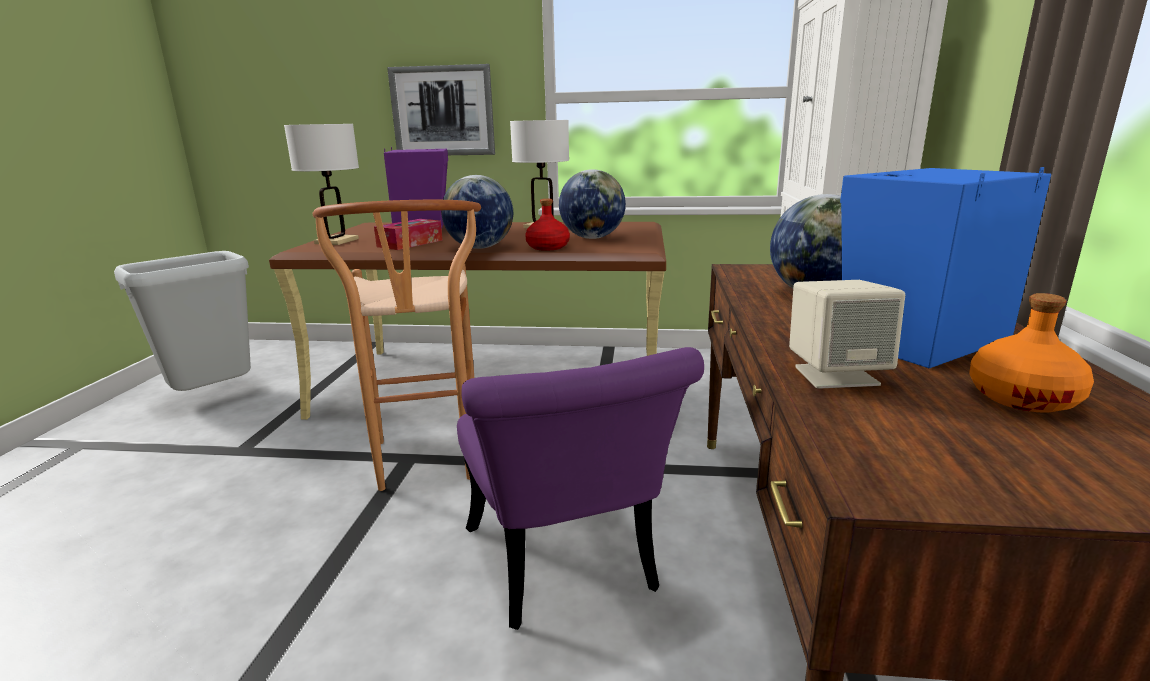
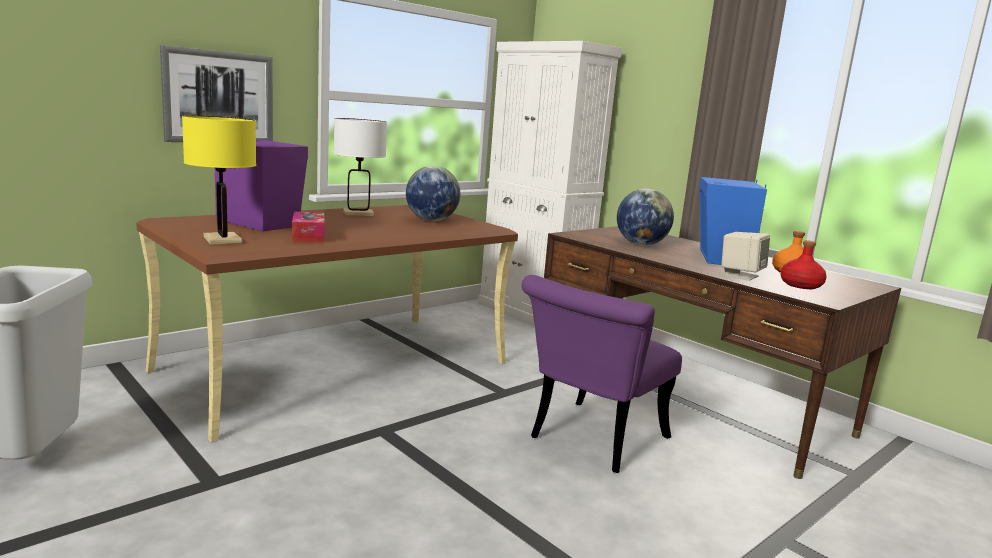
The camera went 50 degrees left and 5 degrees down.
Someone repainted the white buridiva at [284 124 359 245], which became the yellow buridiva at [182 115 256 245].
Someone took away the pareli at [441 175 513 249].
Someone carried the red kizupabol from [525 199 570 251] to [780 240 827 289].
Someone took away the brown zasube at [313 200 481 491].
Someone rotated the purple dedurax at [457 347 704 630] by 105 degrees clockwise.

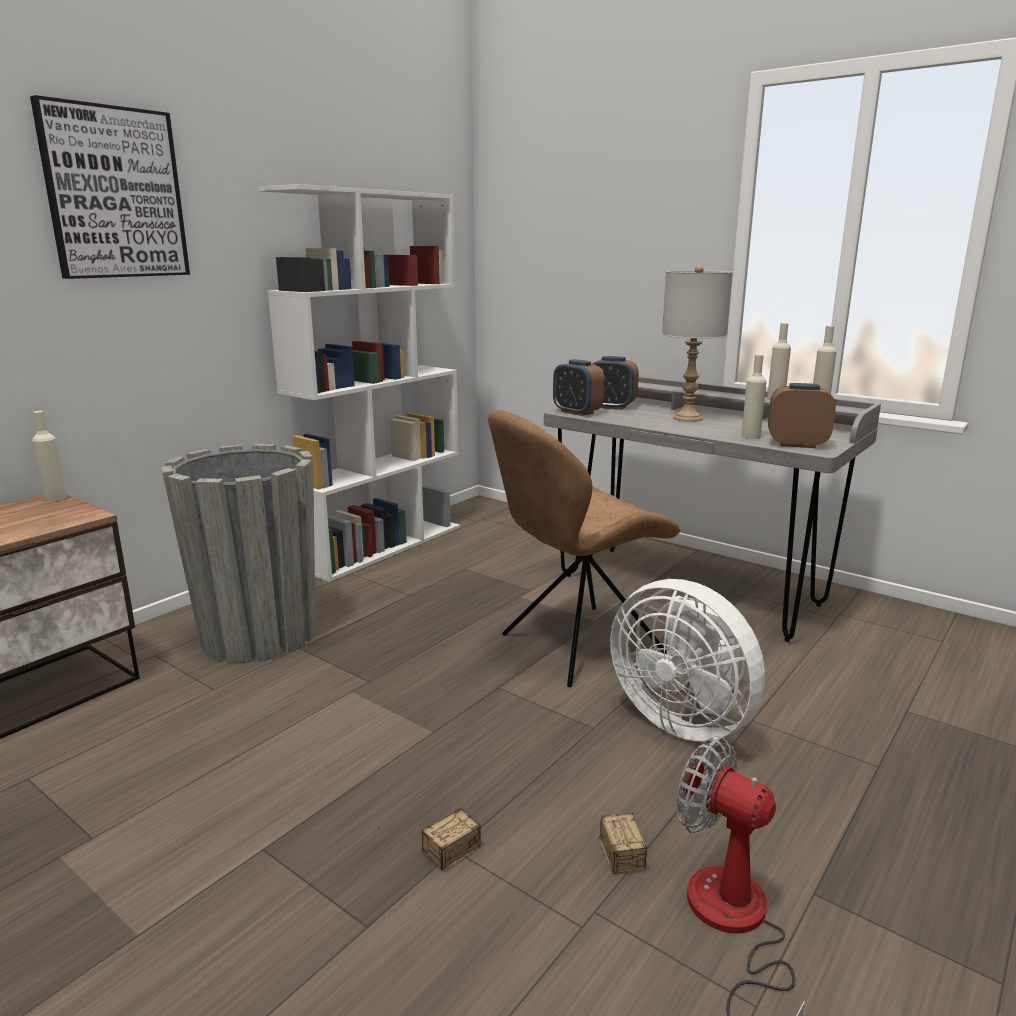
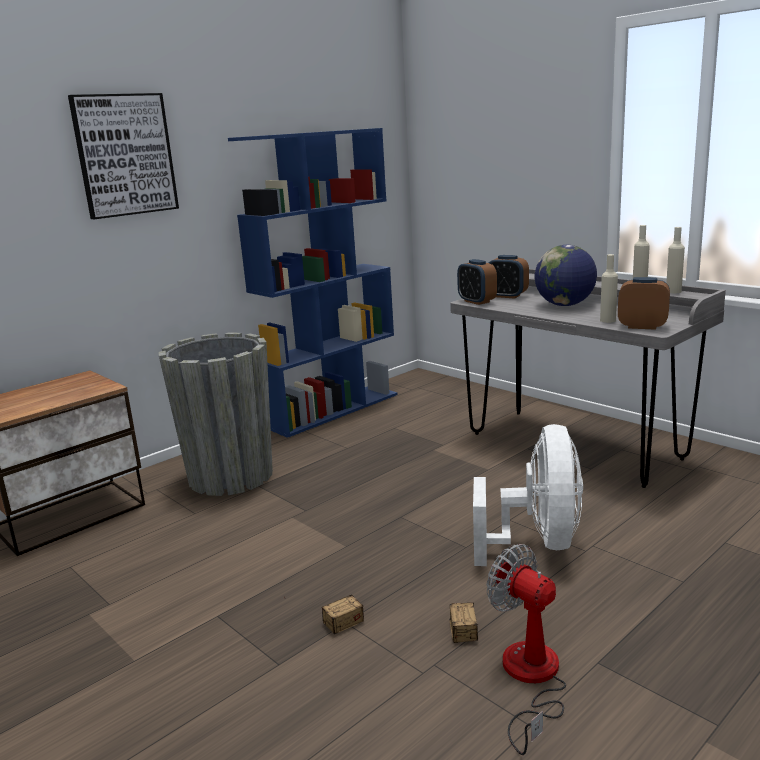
The camera went 10 degrees right and 0 degrees up.
Someone repainted the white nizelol at [258 184 460 582], which became the blue nizelol at [228 128 397 438].
Someone swapped the grey buridiva at [662 265 733 422] for the pareli at [535 245 597 306].
Someone took away the brown dedurax at [488 410 680 687].
Someone took away the beige kizupabol at [32 411 67 502].
Someone rotated the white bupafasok at [610 579 765 741] by 135 degrees counterclockwise.

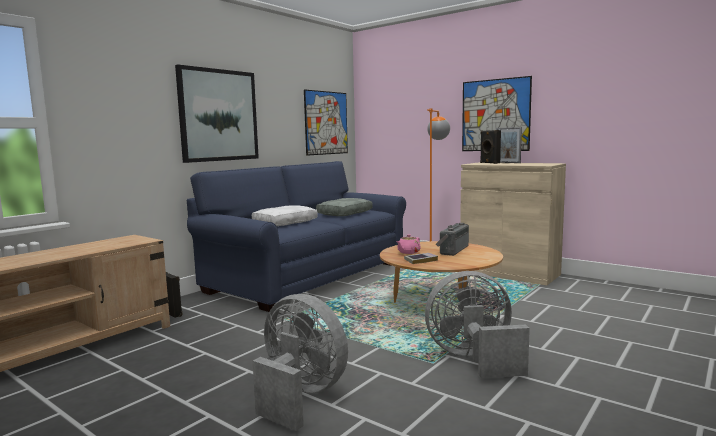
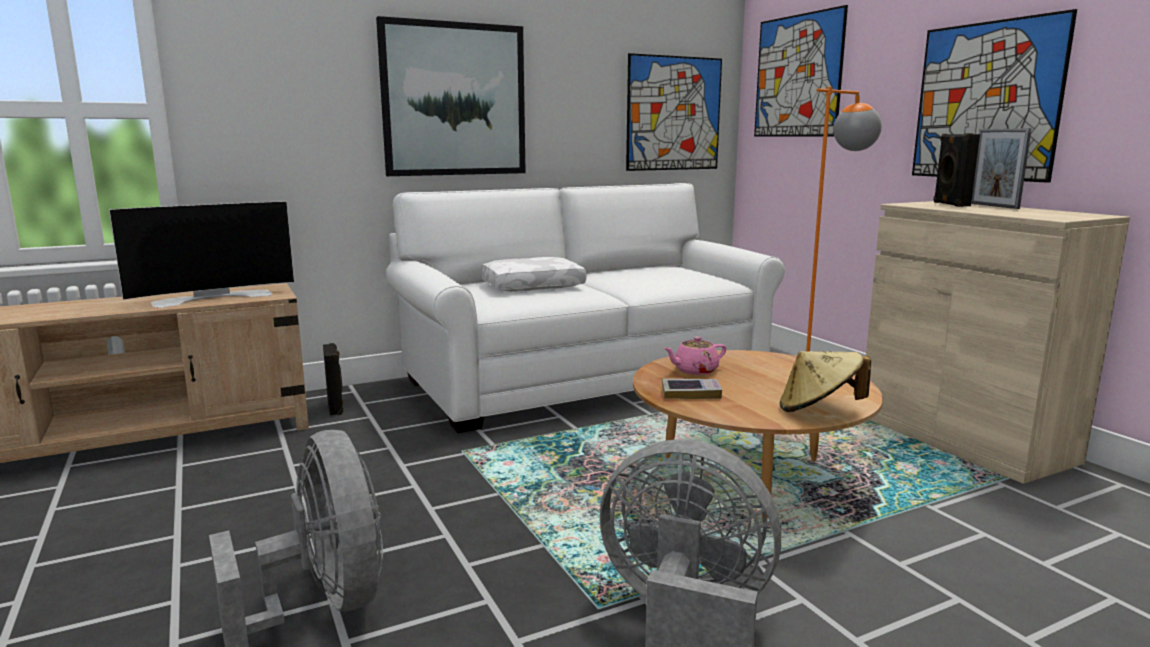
The camera went 25 degrees right and 5 degrees up.
Someone repainted the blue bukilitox at [187 161 406 312], which became the white bukilitox at [386 183 785 433].
Someone took away the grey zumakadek at [316 198 373 216].
Someone took away the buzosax at [436 223 469 256].
Someone put up the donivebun at [754 5 848 136].
Someone put down the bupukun at [109 201 294 308].
Someone put down the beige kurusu at [780 351 871 412].

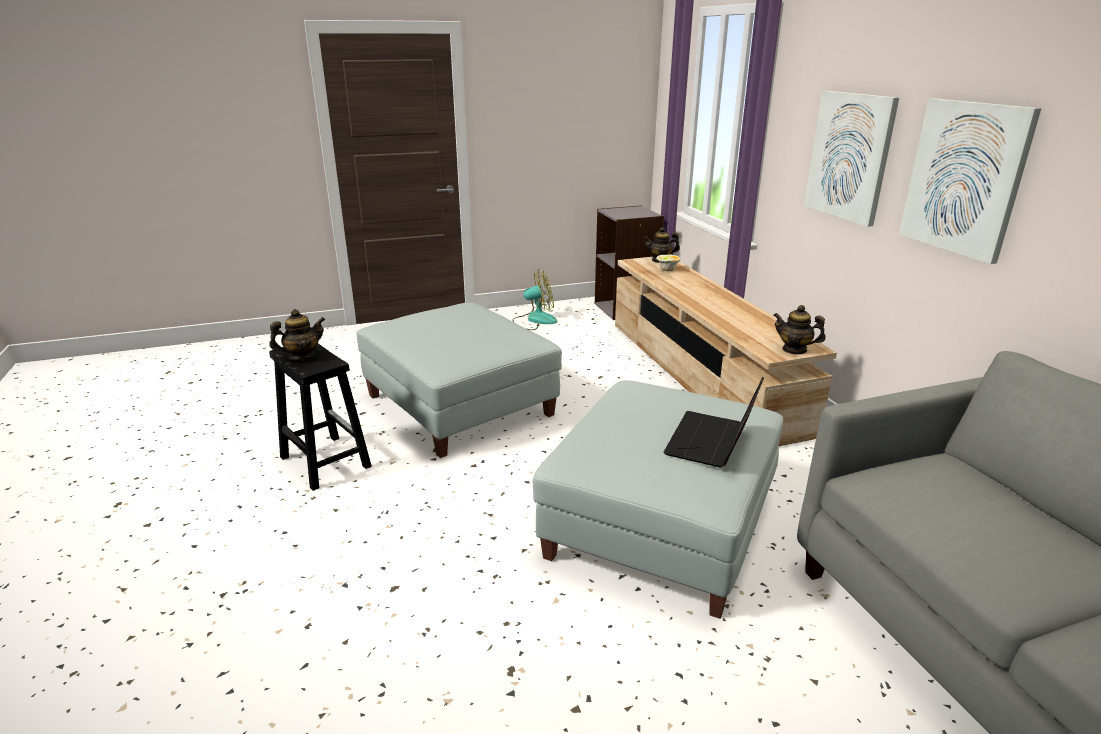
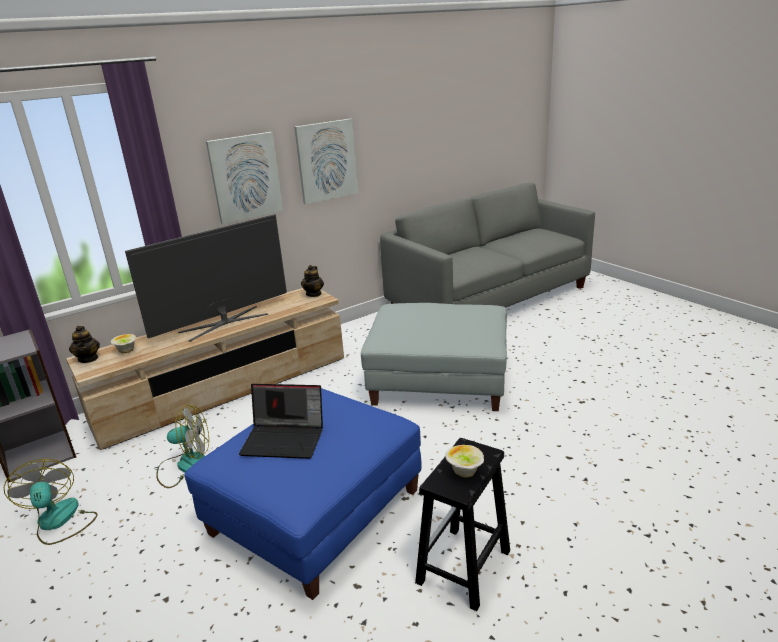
The camera went 105 degrees left and 0 degrees up.
Someone repainted the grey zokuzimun at [356 303 562 458], which became the blue zokuzimun at [184 388 422 600].
Someone swapped the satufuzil at [269 309 325 361] for the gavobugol at [445 445 484 478].
Someone carried the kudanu from [664 377 764 468] to [239 384 323 459].
Someone put down the bupukun at [125 214 287 342].
Someone put down the bupafasok at [156 405 209 488].

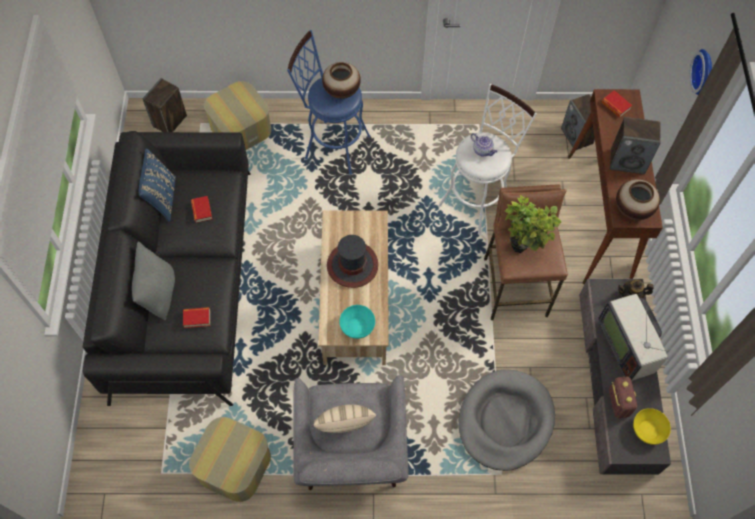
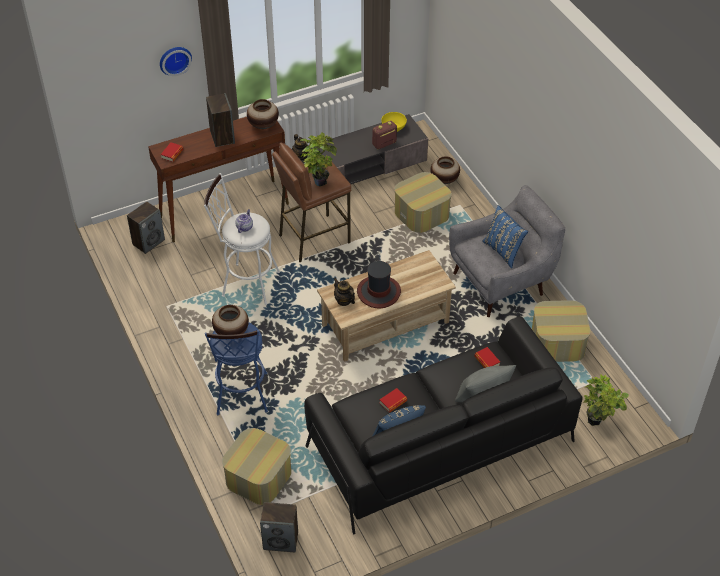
The camera went 115 degrees left and 15 degrees down.
Someone took away the bupukun at [599 294 668 381].
Someone took away the turquoise gavobugol at [339 305 375 339].
Someone swapped the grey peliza at [459 369 555 471] for the zokuzimun at [394 172 452 233].
Someone repainted the beige zumakadek at [314 404 376 433], which became the blue zumakadek at [482 205 528 268].
Someone put down the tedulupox at [430 156 460 184].
Someone put down the satufuzil at [334 278 355 306].
Someone put down the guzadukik at [584 374 629 426].

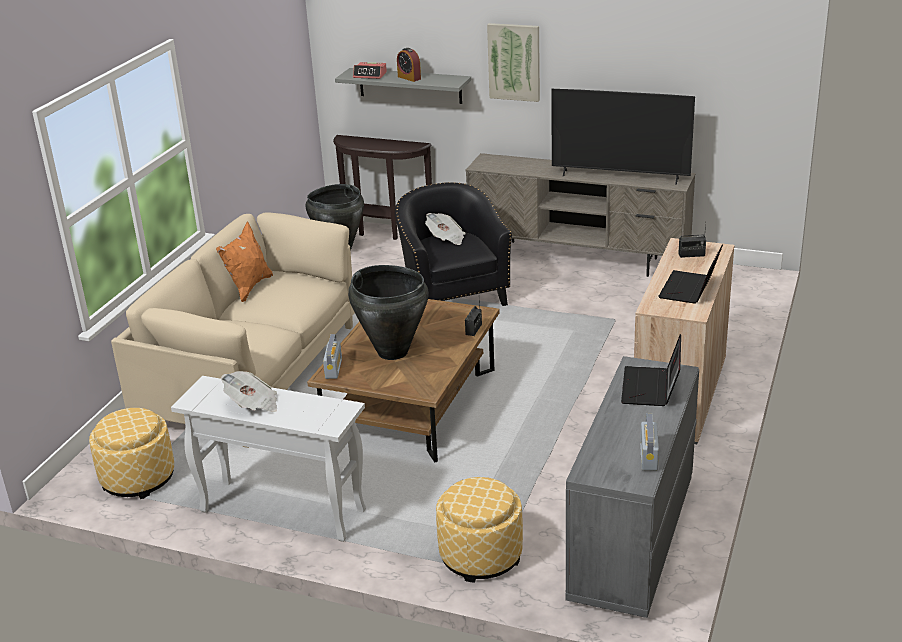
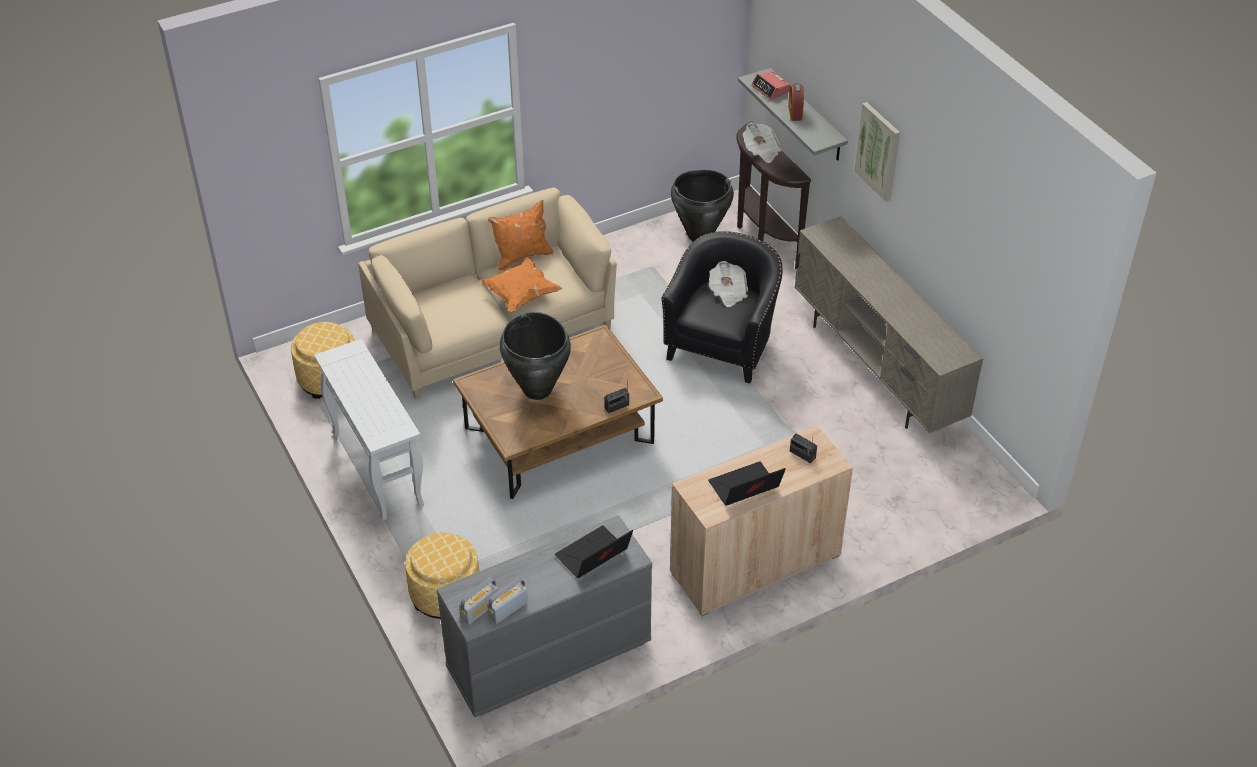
The camera went 40 degrees right and 15 degrees up.
Someone took away the bupukun at [551 89 695 185].
Someone carried the buzosax from [323 334 342 379] to [459 578 498 625].
Someone carried the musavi from [221 371 277 412] to [742 122 781 163].
Someone put down the orange zumakadek at [479 257 562 312].

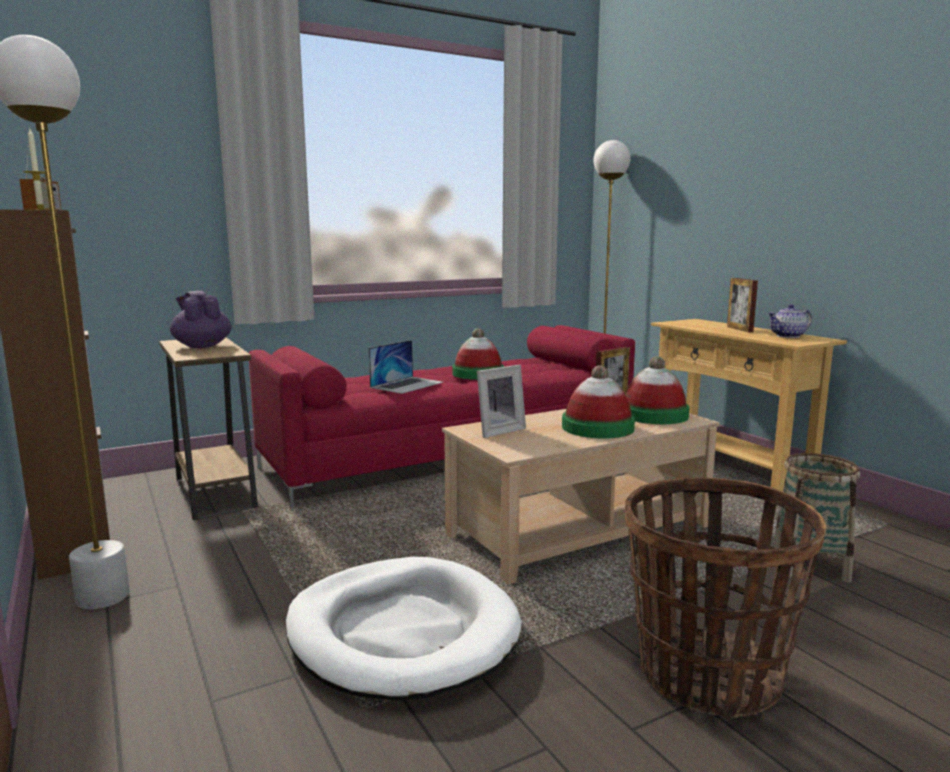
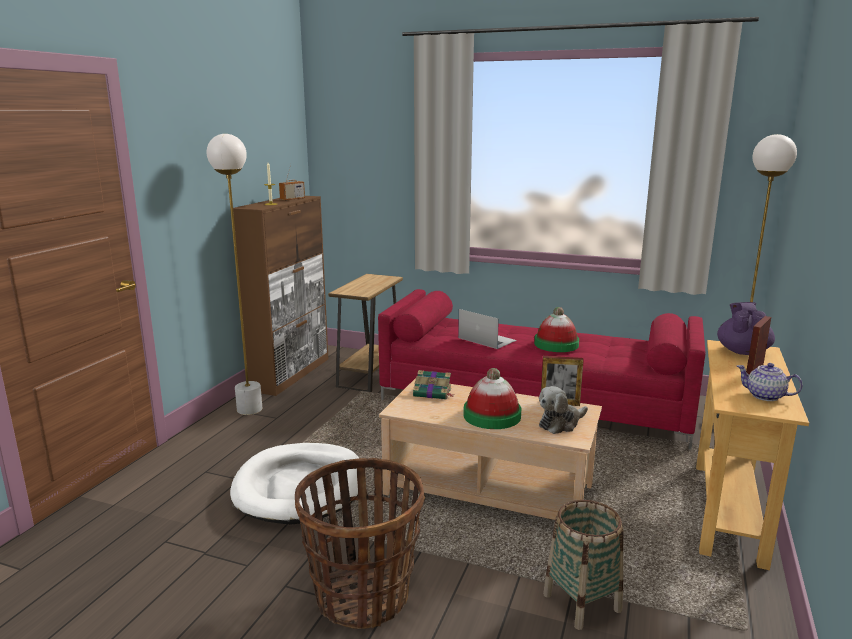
The camera went 50 degrees right and 5 degrees up.
Someone carried the purple satufuzil from [170 291 232 348] to [717 302 775 355].
Someone rotated the kudanu at [369 340 444 394] by 135 degrees counterclockwise.
Someone swapped the kurusu at [625 356 689 424] for the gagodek at [539 386 588 434].
Someone swapped the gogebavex at [477 365 526 438] for the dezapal at [413 370 454 400].

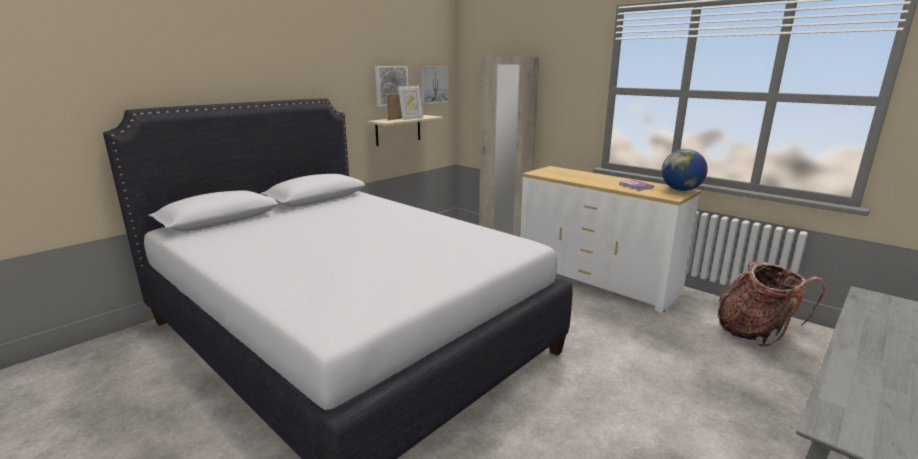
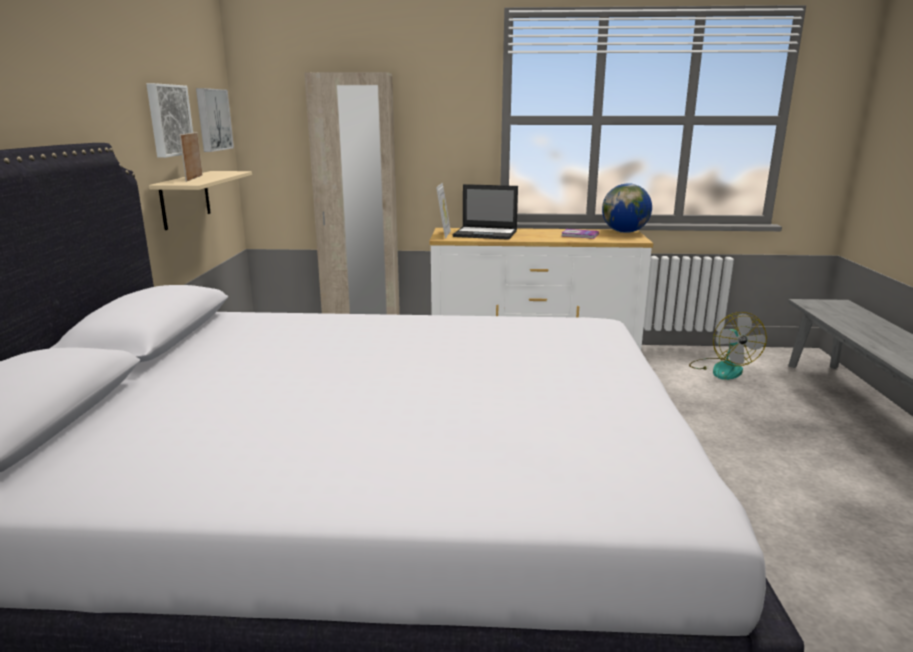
The camera went 40 degrees left and 0 degrees up.
Someone carried the gogebavex from [398 85 423 120] to [436 183 451 239].
Someone swapped the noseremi at [718 262 826 346] for the bupafasok at [689 312 767 380].
Someone put down the kudanu at [453 184 518 240].

